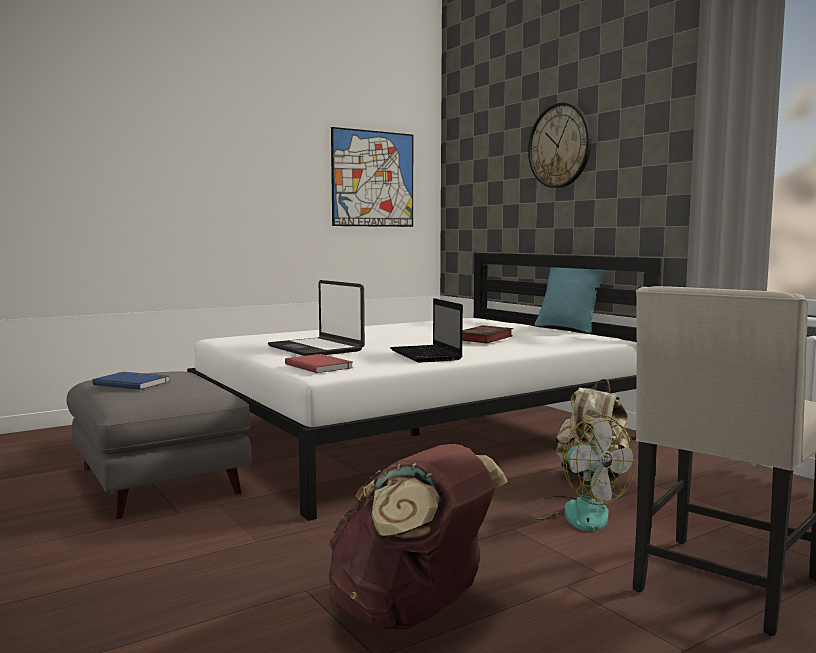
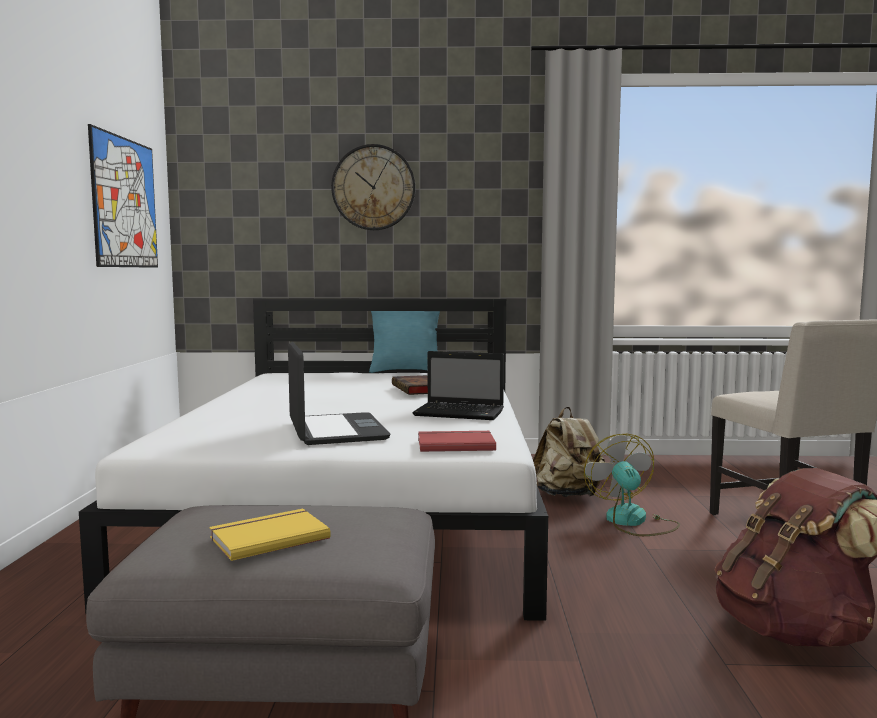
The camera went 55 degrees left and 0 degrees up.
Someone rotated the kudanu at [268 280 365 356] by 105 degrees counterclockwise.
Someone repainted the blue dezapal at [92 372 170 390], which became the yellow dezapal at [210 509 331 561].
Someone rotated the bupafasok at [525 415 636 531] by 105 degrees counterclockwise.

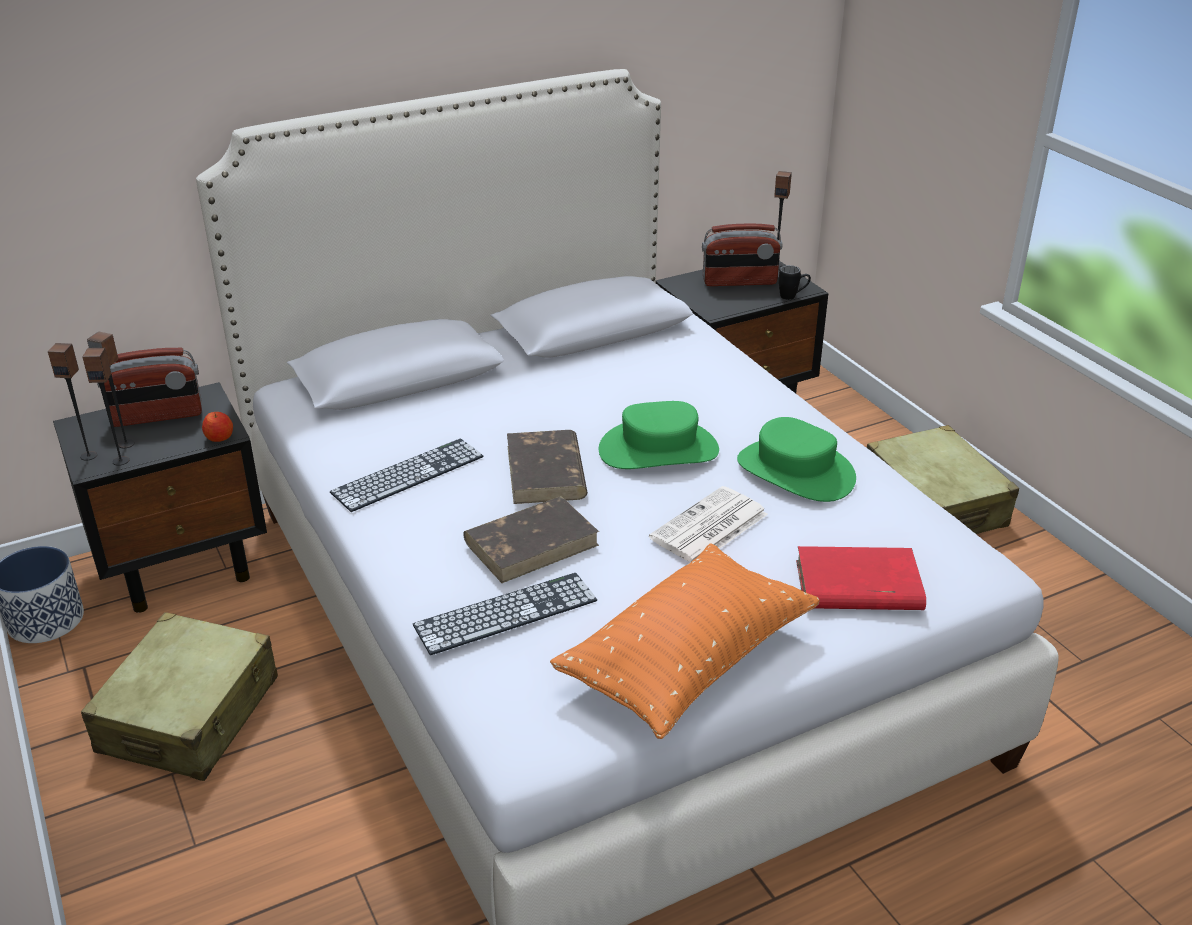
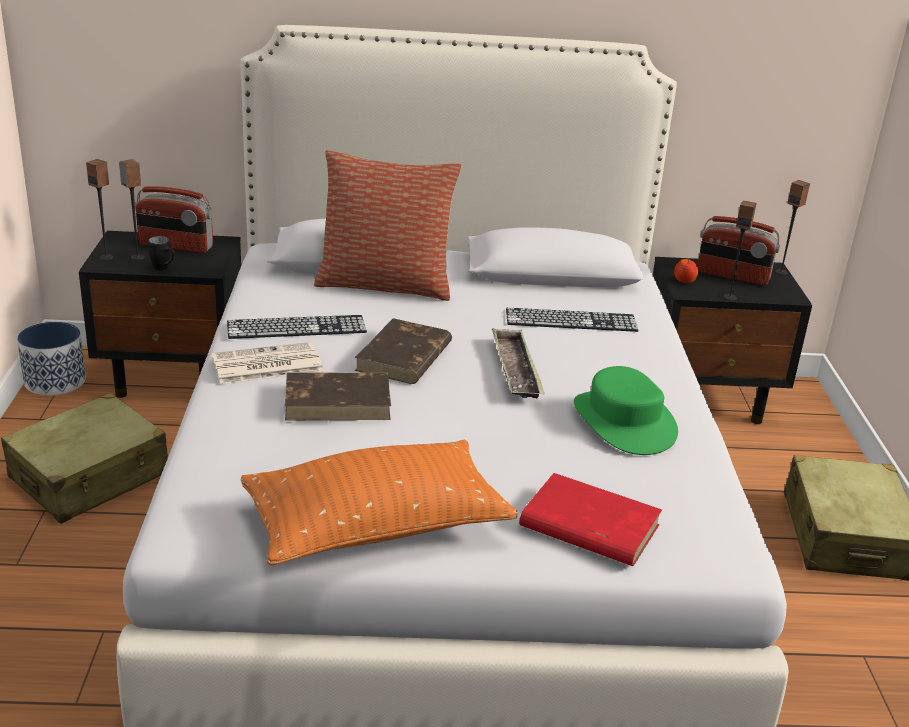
The camera went 25 degrees right and 5 degrees down.
Someone carried the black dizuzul from [779 265 811 300] to [148 236 175 271].
Someone carried the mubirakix from [82 348 129 466] to [723 201 757 300].
Someone swapped the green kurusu at [599 401 719 469] for the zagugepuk at [492 328 545 398].
Someone carried the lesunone from [202 412 233 442] to [674 259 698 283].
Someone carried the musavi from [649 486 768 562] to [211 342 323 384].
Someone carried the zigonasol from [413 573 597 655] to [506 308 639 332].
Someone put down the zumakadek at [314 150 462 301].

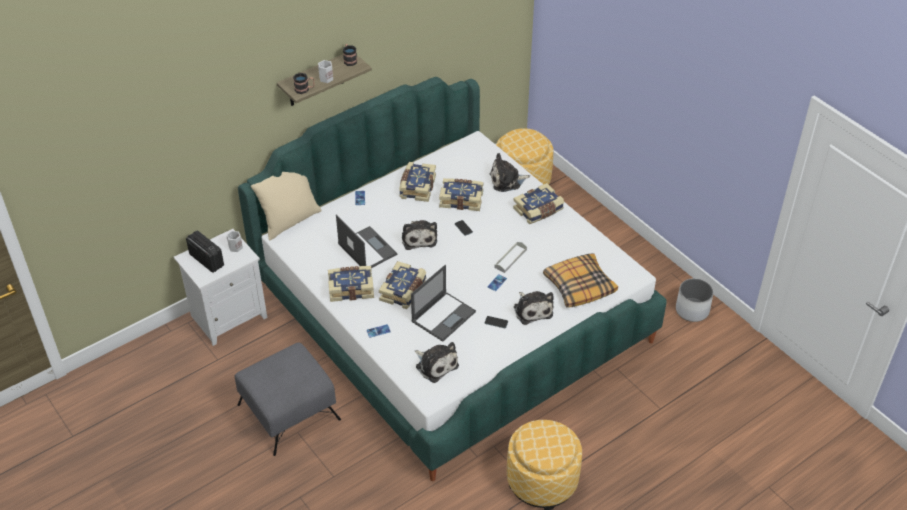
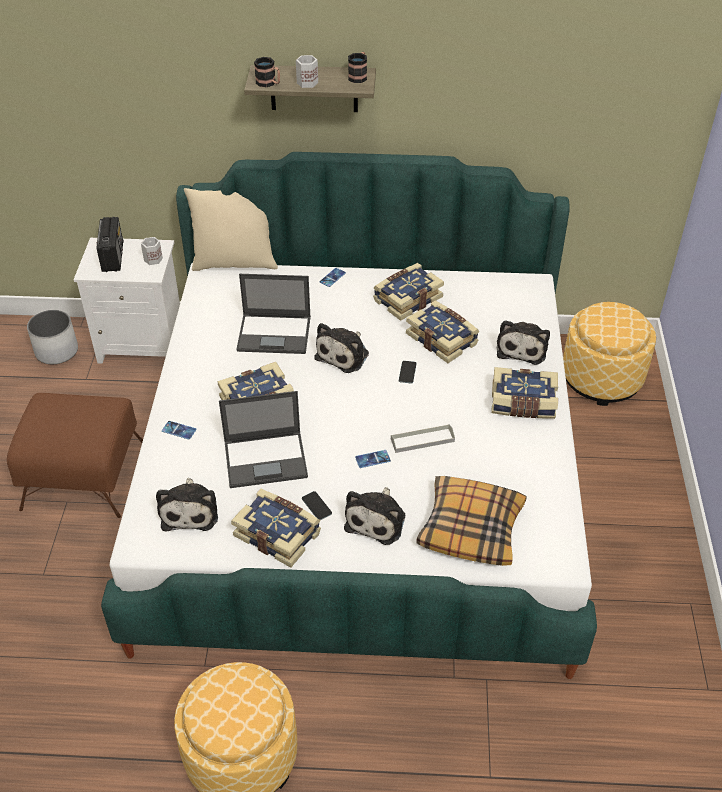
The camera went 40 degrees right and 0 degrees up.
Someone rotated the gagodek at [490 153 530 192] by 105 degrees counterclockwise.
Someone rotated the kudanu at [336 214 397 268] by 90 degrees clockwise.
Someone carried the dezapal from [328 266 374 302] to [231 489 321 568].
Someone carried the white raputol from [676 278 714 322] to [27 310 78 364].
Someone repainted the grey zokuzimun at [235 343 341 456], which became the brown zokuzimun at [7 393 143 518].

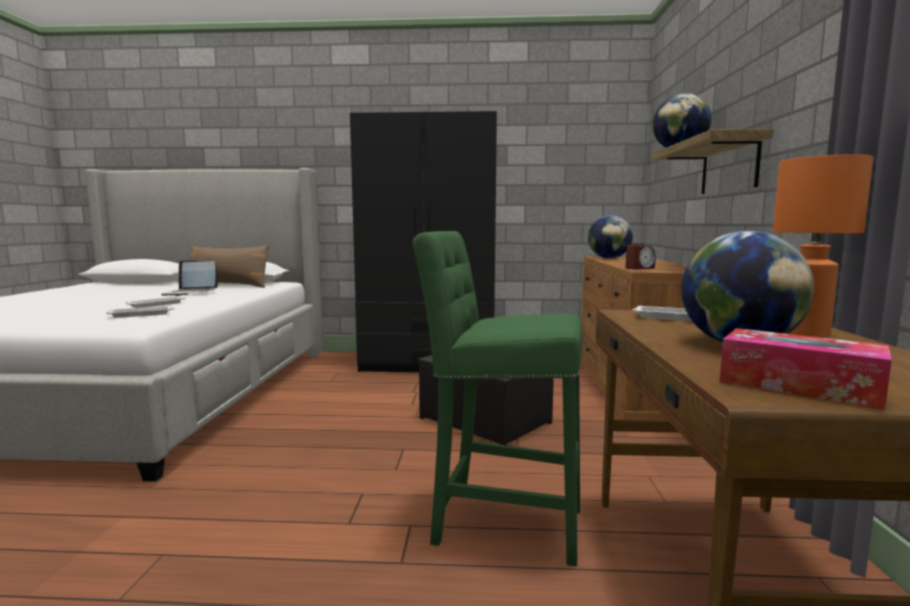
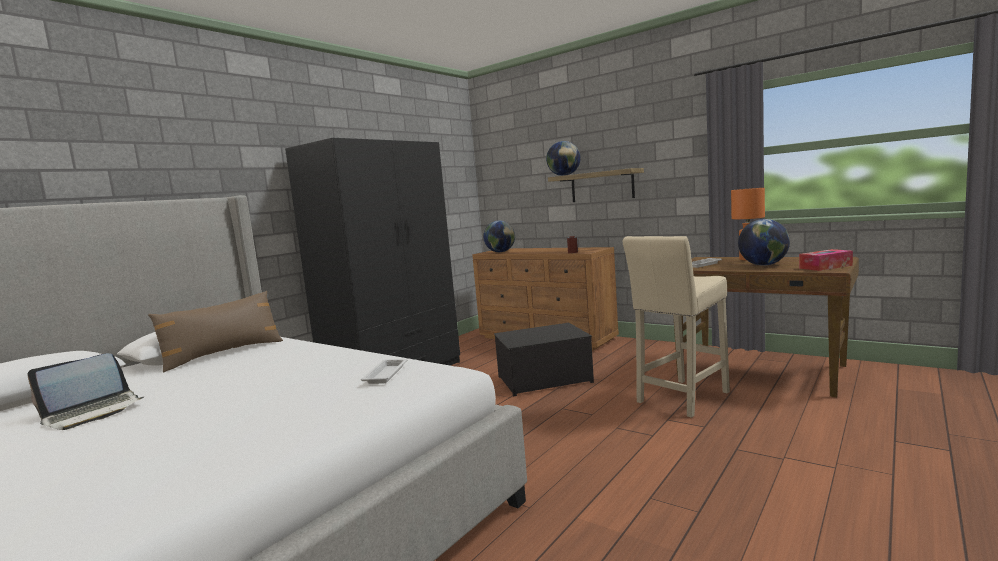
The camera went 55 degrees left and 0 degrees up.
Someone repainted the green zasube at [413 231 583 566], which became the beige zasube at [623 236 730 418].
Someone carried the kudanu from [162 260 218 296] to [27 353 144 430].
Someone took away the white zagugepuk at [126 296 186 308].

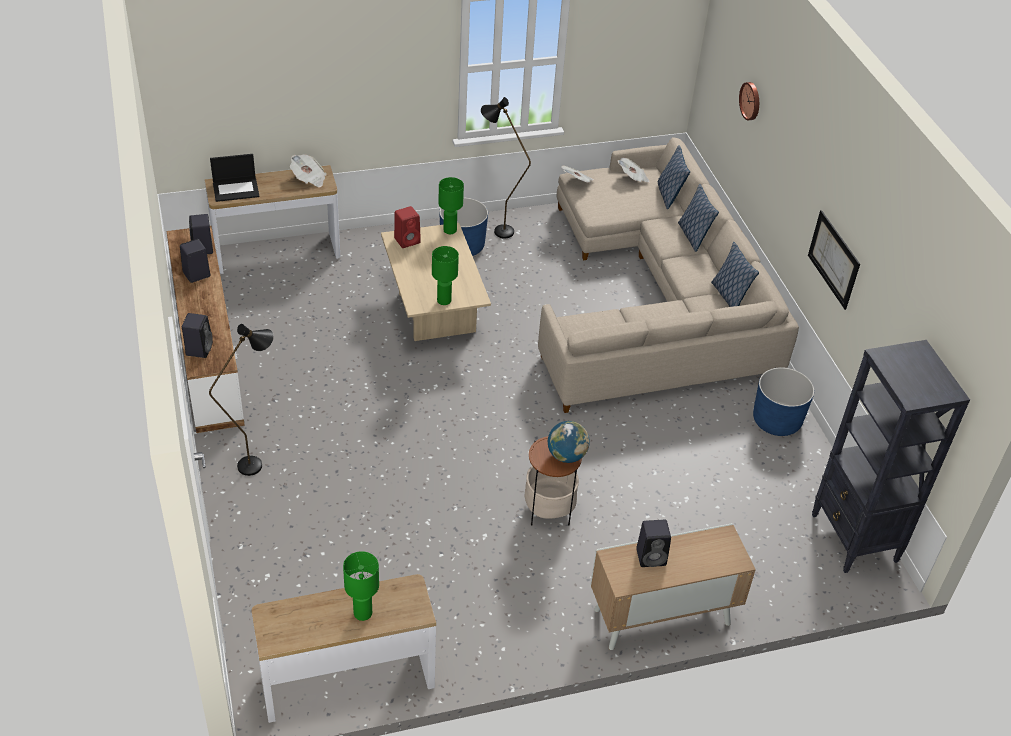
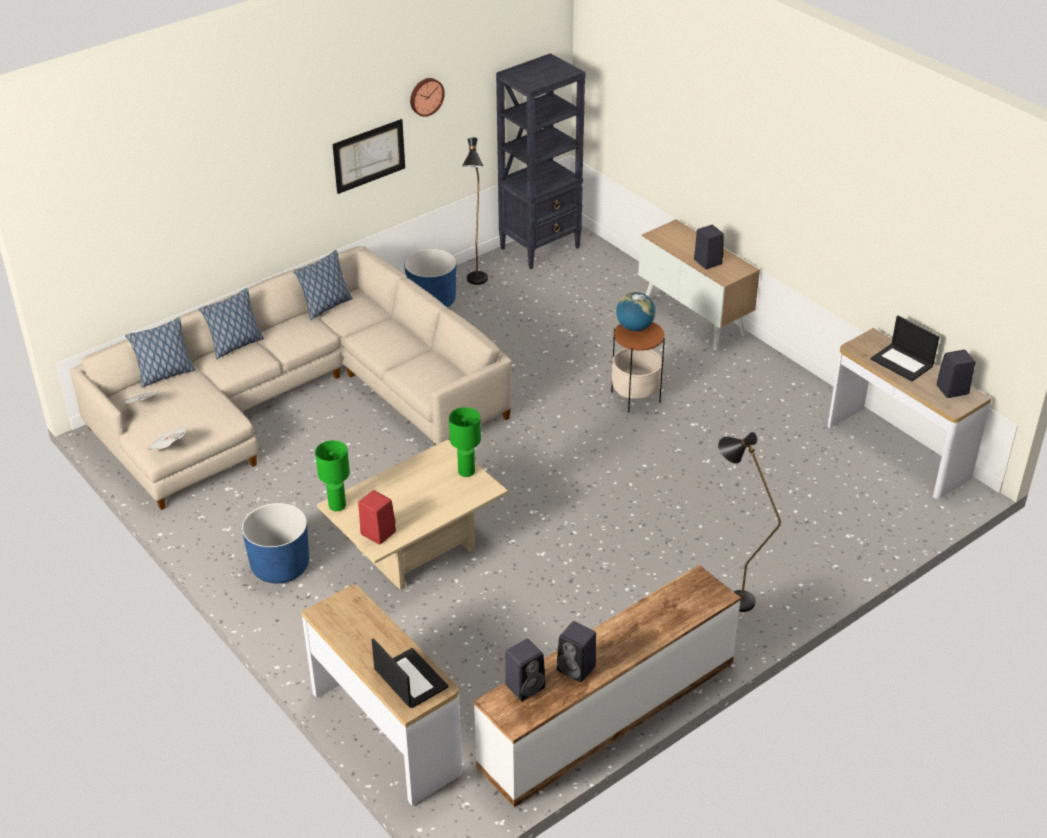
The camera went 110 degrees left and 5 degrees down.
Someone carried the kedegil from [739 82 759 120] to [410 78 445 117].
Someone carried the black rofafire from [481 97 531 238] to [462 137 488 285].
Someone took away the musavi at [290 154 327 188].
Someone carried the black mubirakix from [182 313 213 358] to [937 350 975 398].
Someone swapped the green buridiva at [343 551 379 621] for the kudanu at [871 316 940 381].

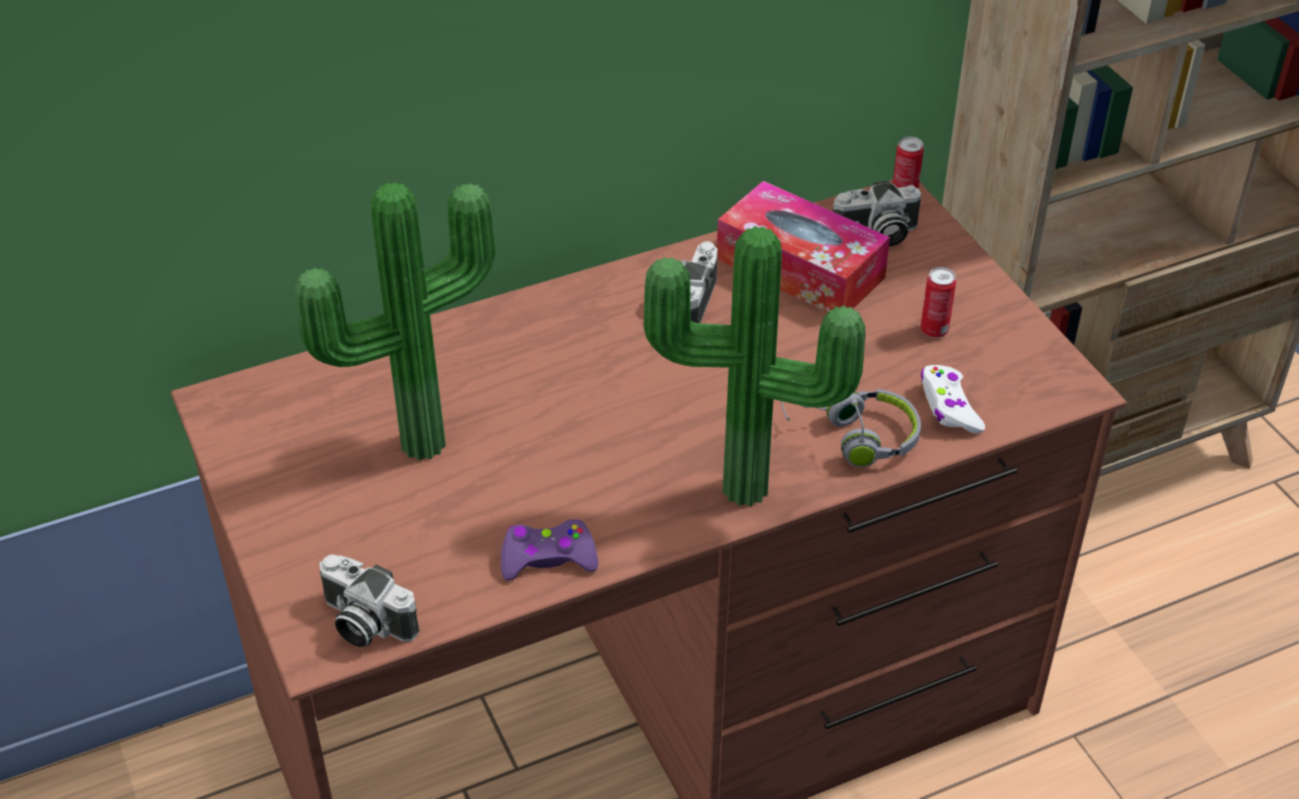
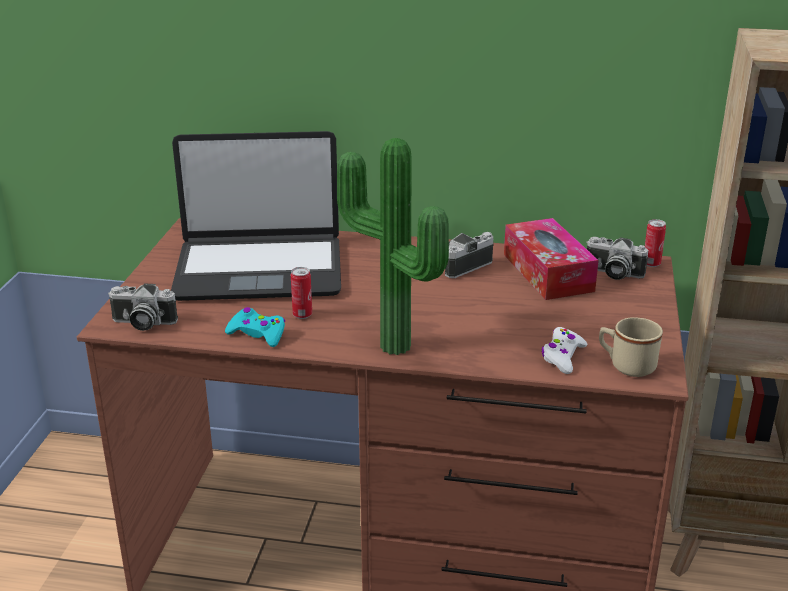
The camera went 35 degrees right and 15 degrees down.
Someone swapped the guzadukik at [295 182 495 461] for the kudanu at [171 131 341 301].
Someone carried the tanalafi from [920 267 956 338] to [291 267 312 319].
Someone took away the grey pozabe at [781 389 921 467].
Someone repainted the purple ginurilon at [501 519 598 580], which became the turquoise ginurilon at [225 307 285 347].
Someone rotated the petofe at [319 555 420 647] by 60 degrees counterclockwise.
Someone put down the beige dizuzul at [599 317 663 377].

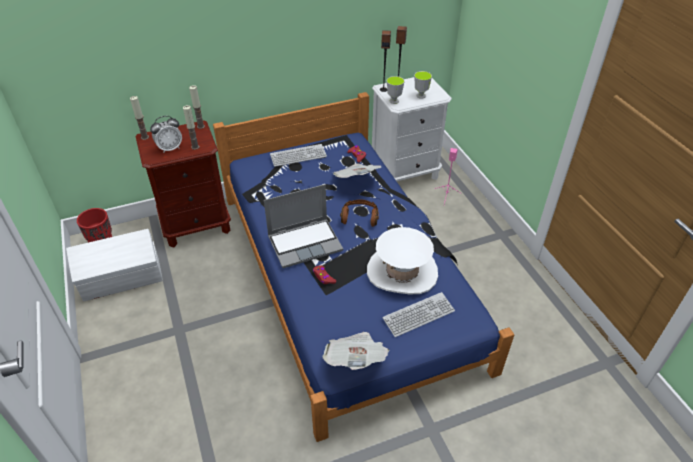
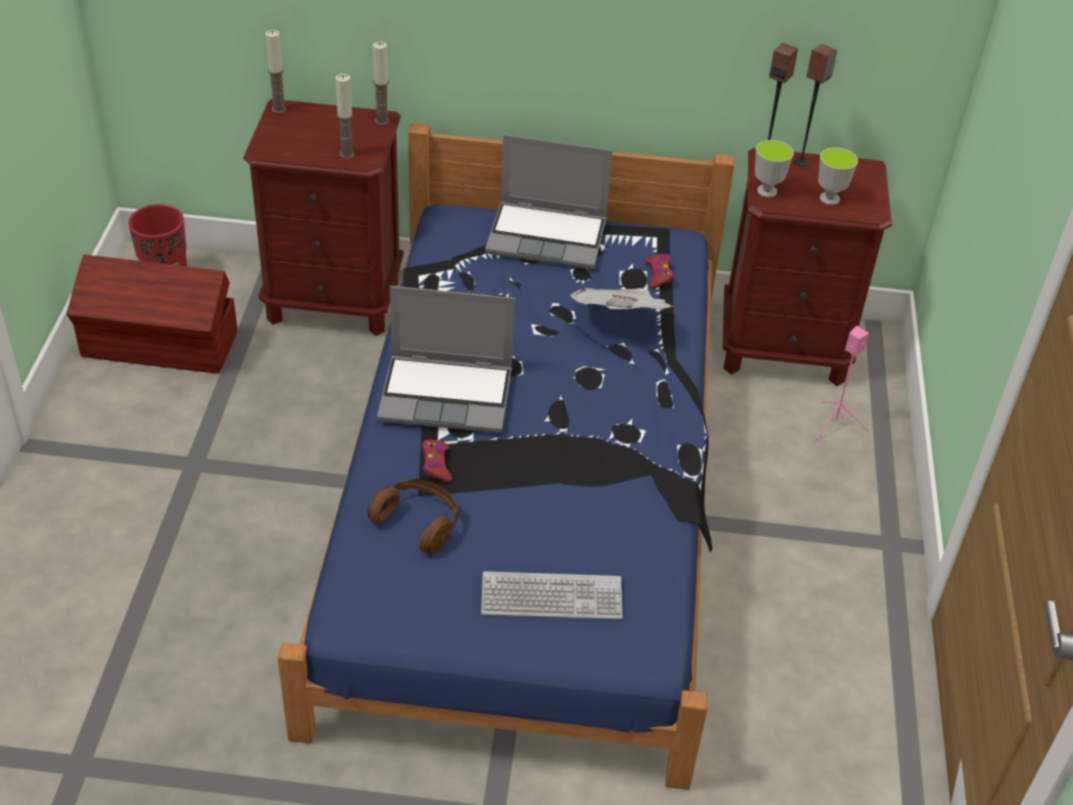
The camera went 25 degrees right and 0 degrees up.
Someone repainted the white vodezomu at [372 77 452 181], which became the brown vodezomu at [722 148 892 386].
Someone took away the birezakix at [150 116 182 153].
Someone swapped the zigonasol at [270 144 327 167] for the kudanu at [485 135 613 269].
Someone carried the brown pozabe from [340 199 379 227] to [368 478 459 554].
Someone took away the white kurusu at [367 227 438 295].
Someone repainted the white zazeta at [66 229 163 302], which became the brown zazeta at [67 255 237 374].
Someone took away the musavi at [322 332 390 370].

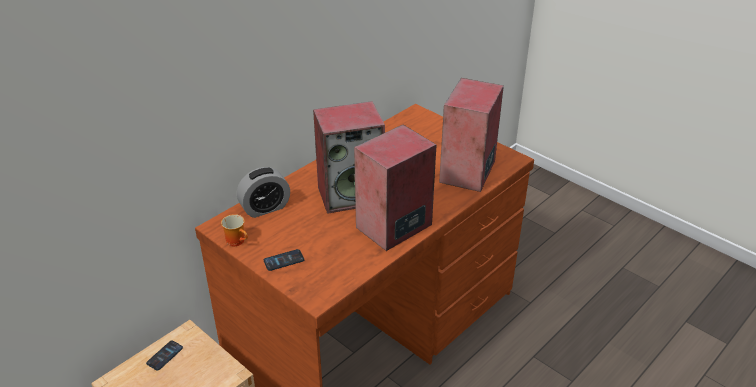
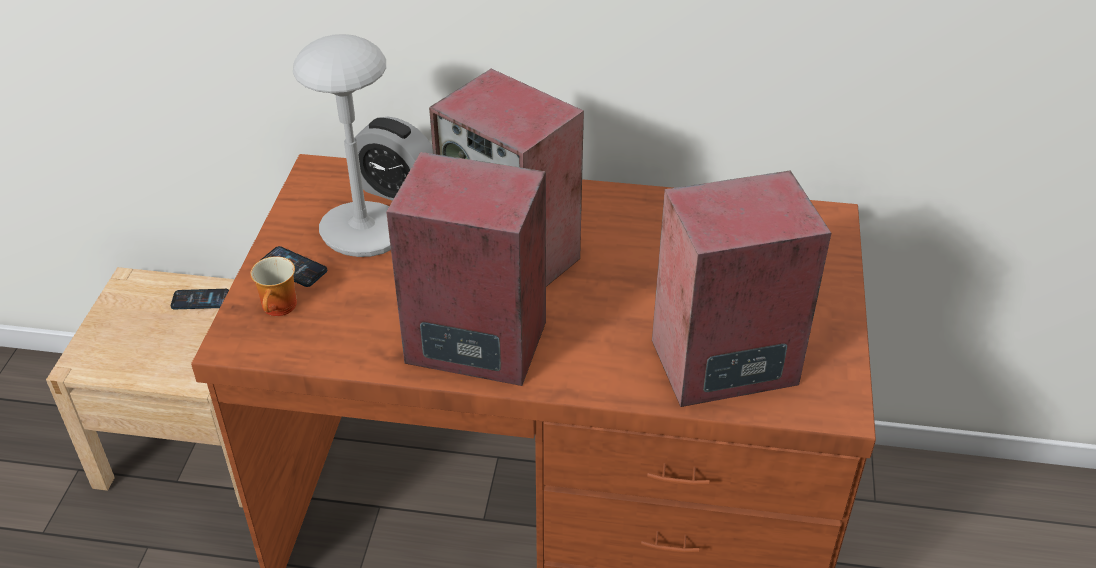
The camera went 55 degrees right and 5 degrees up.
Someone carried the dizuzul from [221 214 248 246] to [250 256 297 316].
Someone put down the grey buridiva at [293 34 391 257].

